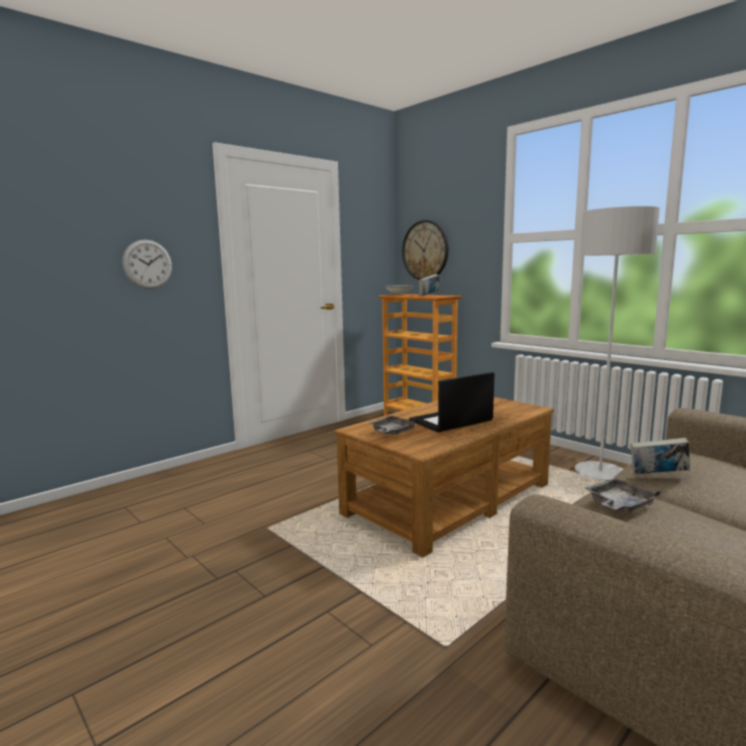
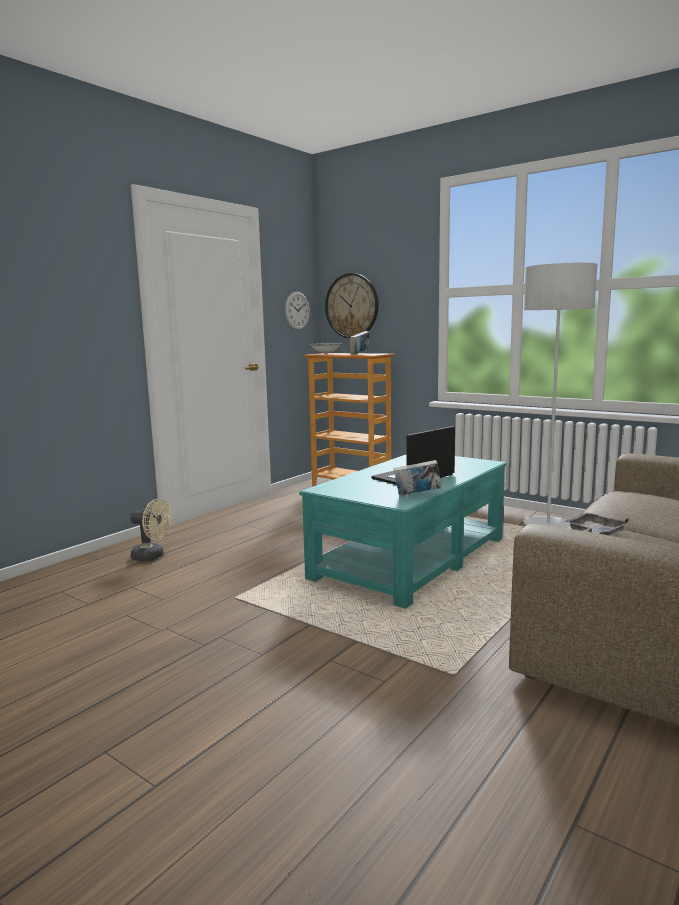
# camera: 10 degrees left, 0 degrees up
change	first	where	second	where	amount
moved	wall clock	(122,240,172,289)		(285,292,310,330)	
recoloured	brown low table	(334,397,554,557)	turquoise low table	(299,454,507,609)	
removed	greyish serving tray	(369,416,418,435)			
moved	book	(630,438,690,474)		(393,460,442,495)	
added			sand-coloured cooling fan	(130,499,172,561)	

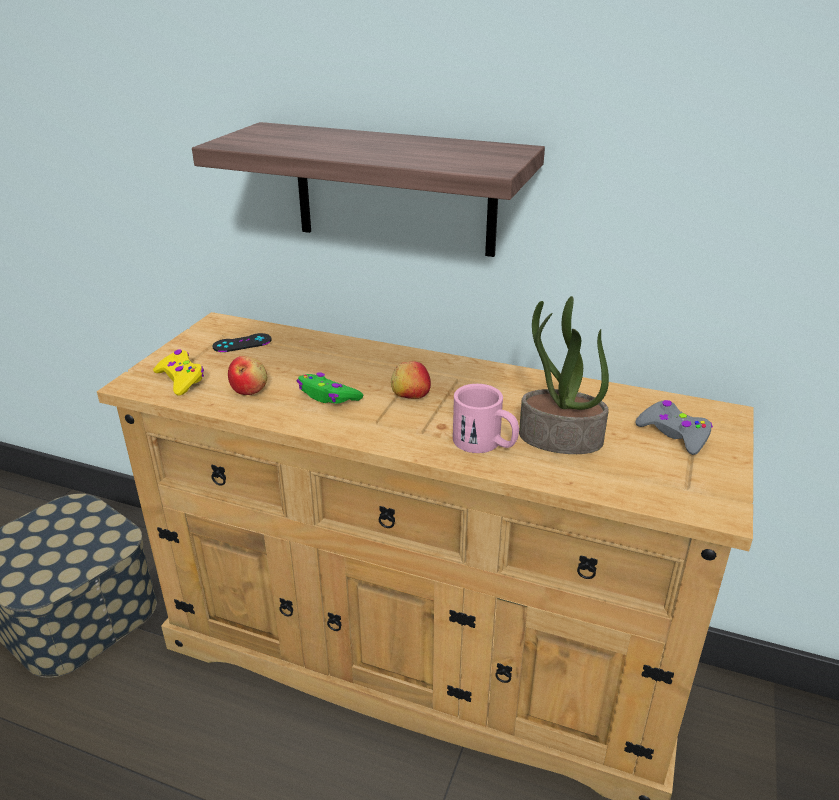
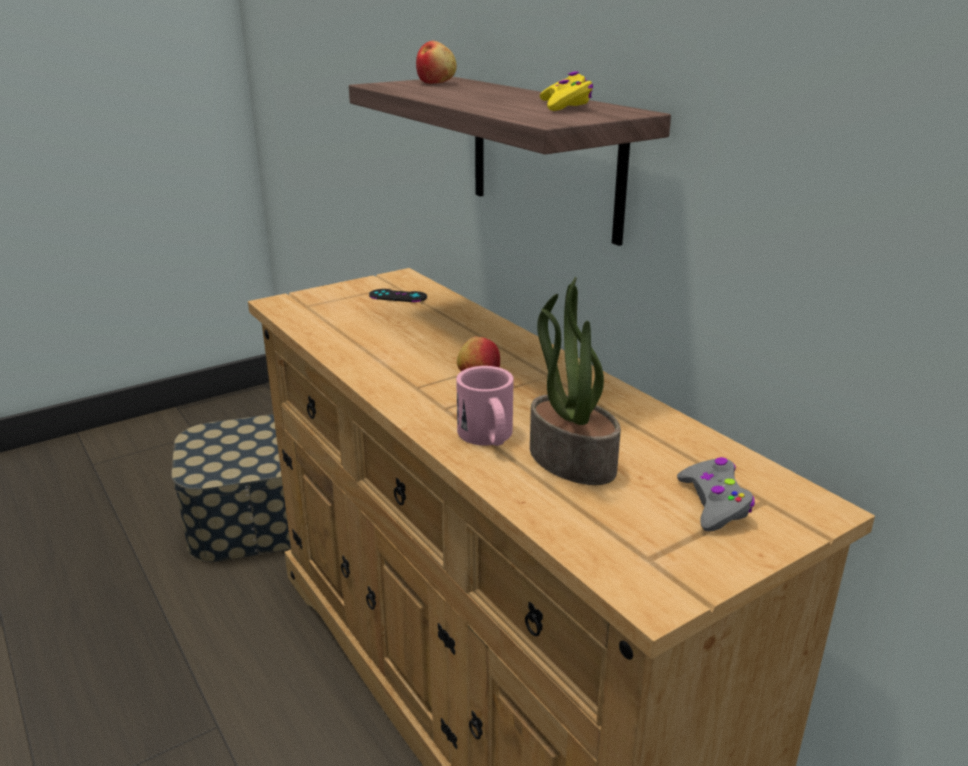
# camera: 35 degrees right, 5 degrees down
change	first	where	second	where	amount
moved	yellowish game controller	(153,349,204,396)		(539,71,593,111)	
moved	apple fruit	(228,356,267,395)		(416,41,457,84)	
removed	green game controller	(297,372,363,404)			

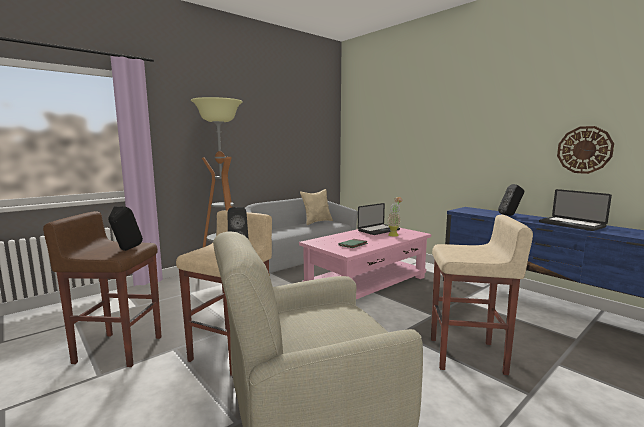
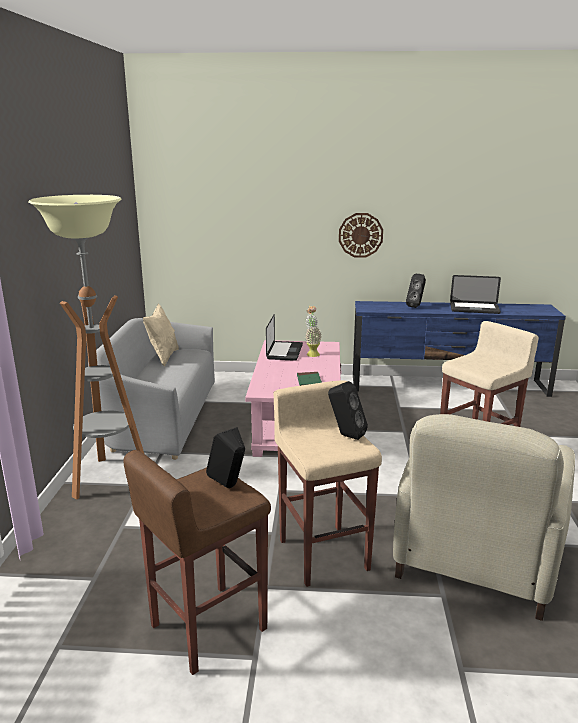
# camera: 45 degrees left, 10 degrees up
change	first	where	second	where	amount
moved	wall clock	(557,126,614,174)		(339,213,383,258)	

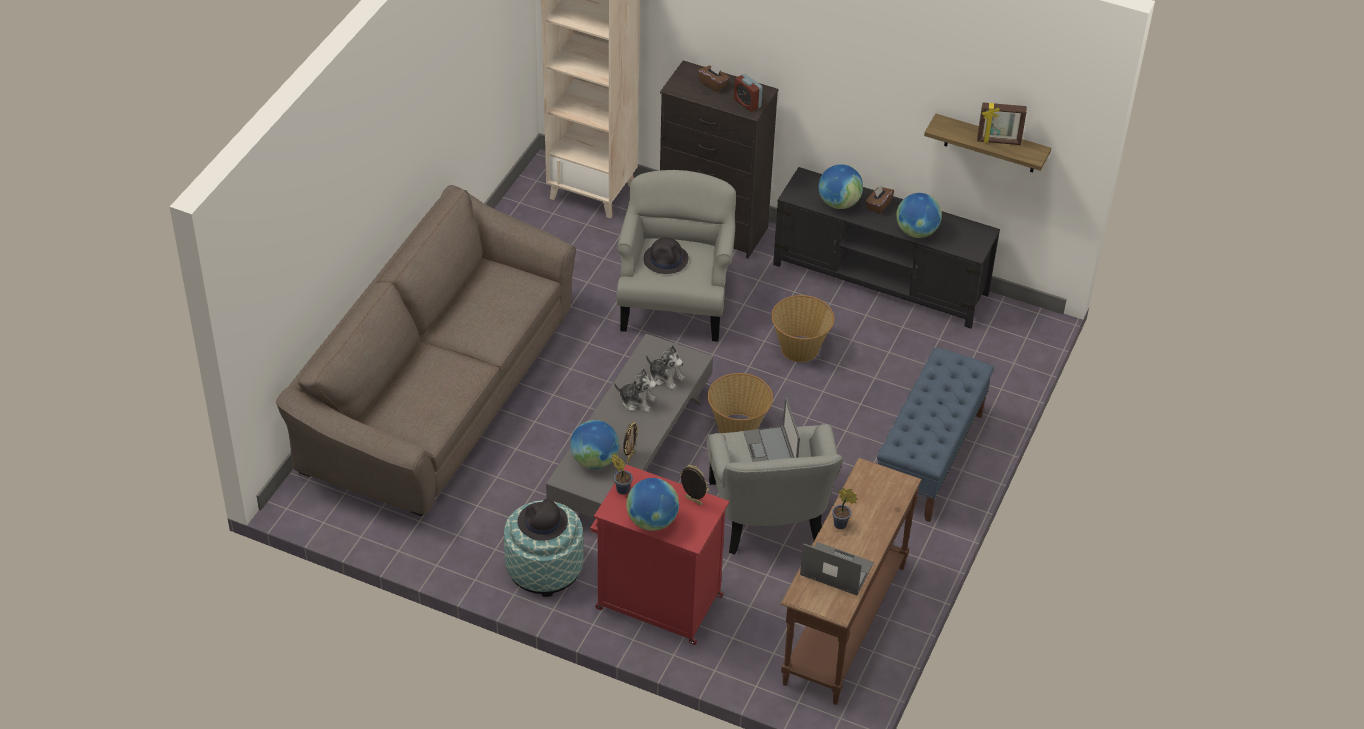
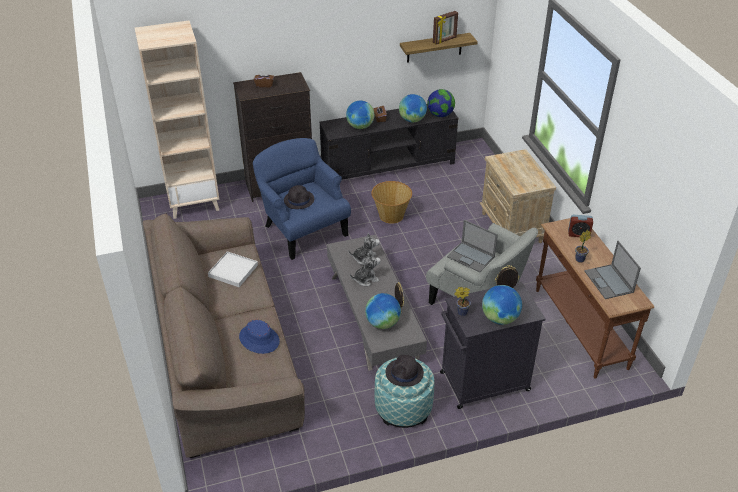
# camera: 40 degrees left, 5 degrees down
change	first	where	second	where	amount
recoloured	red-coloured storage cabinet	(591,464,729,645)	black storage cabinet	(440,282,546,409)	
recoloured	greyish easy chair	(616,170,736,342)	blue-coloured easy chair	(253,138,351,260)	
removed	basket	(708,373,773,433)			
moved	alarm clock	(734,74,763,112)		(568,215,593,237)	
turned	notebook computer	(800,542,874,595)		(584,241,641,299)	90 degrees counterclockwise
replaced	blue-coloured indoor bench	(877,348,994,522)	sand-coloured bedside table	(480,149,556,243)	
added			white-coloured serving tray	(208,251,258,287)	
added			blue-coloured clothing hat	(239,320,280,354)	
added			desk globe	(427,89,455,117)	

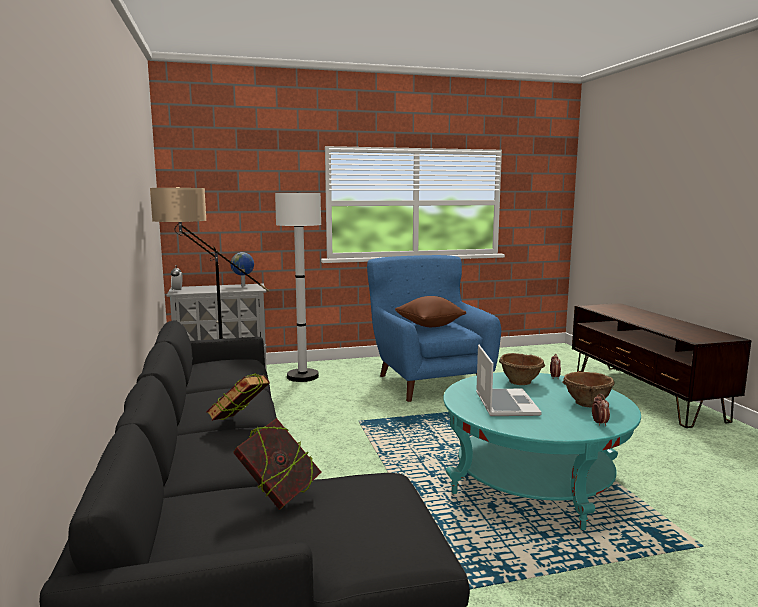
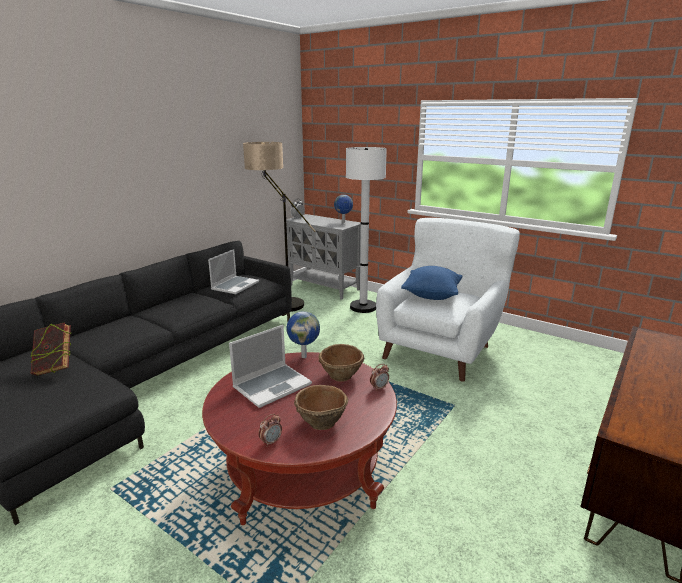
# camera: 50 degrees right, 10 degrees up
change	first	where	second	where	amount
removed	book	(206,373,270,421)			
recoloured	blue-coloured easy chair	(367,255,501,402)	white-coloured easy chair	(376,218,520,382)	
recoloured	brown pillow	(395,296,466,327)	blue-coloured pillow	(401,266,463,300)	
recoloured	turquoise low table	(443,372,641,530)	red-coloured low table	(202,352,397,525)	
added			notebook computer	(208,249,259,294)	
added			desk globe	(286,311,320,358)	

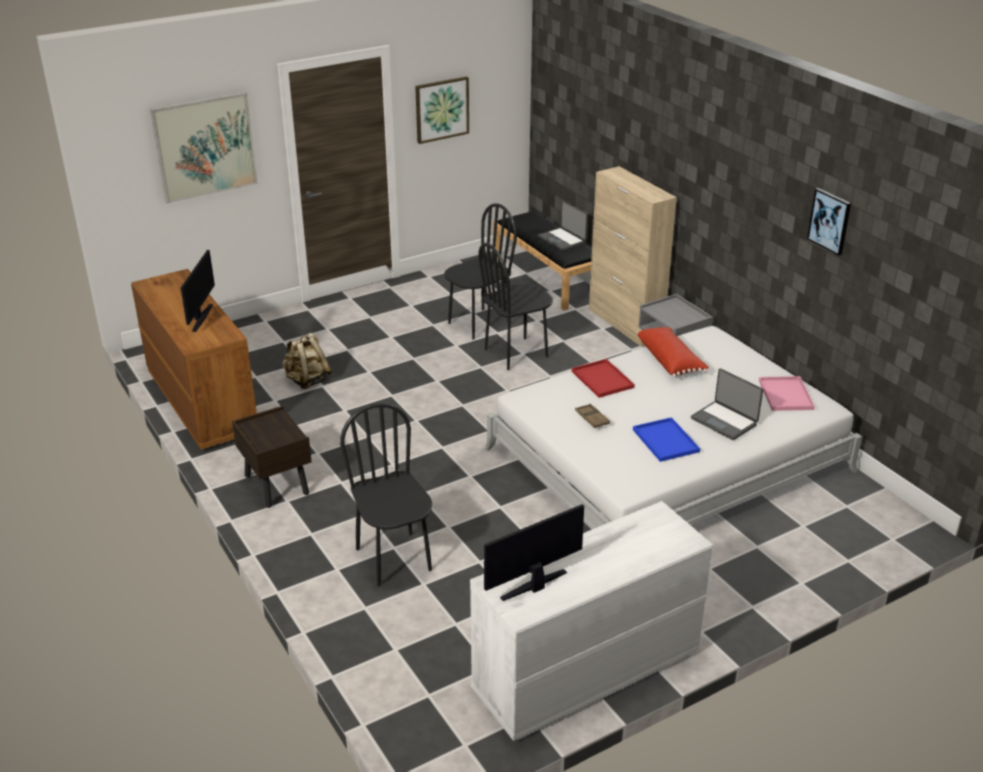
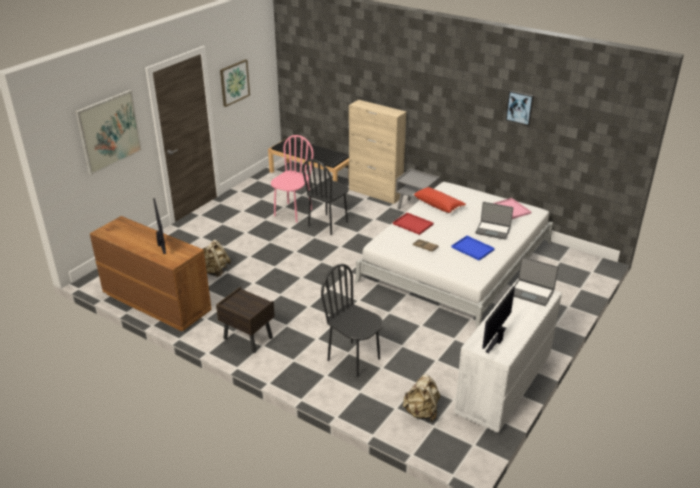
# camera: 25 degrees left, 0 degrees up
change	first	where	second	where	amount
recoloured	black chair	(444,203,517,340)	pinkish chair	(271,135,314,222)	
moved	notebook computer	(538,201,588,251)		(514,257,559,306)	
added			sand-coloured knapsack	(403,374,441,422)	

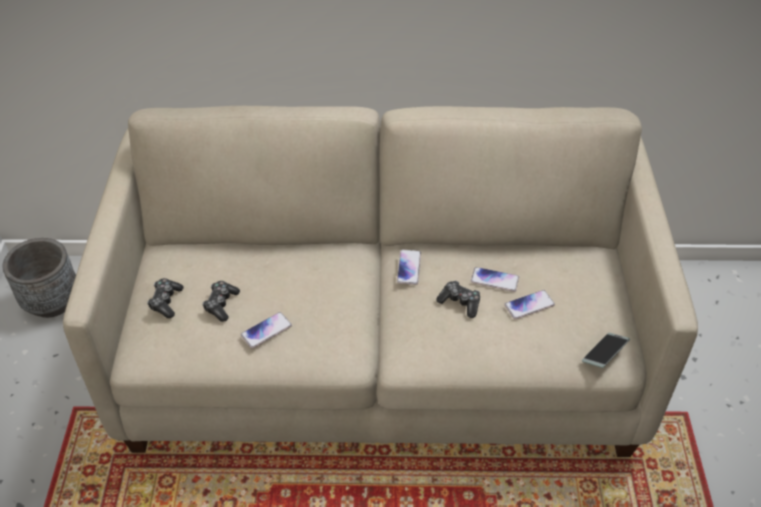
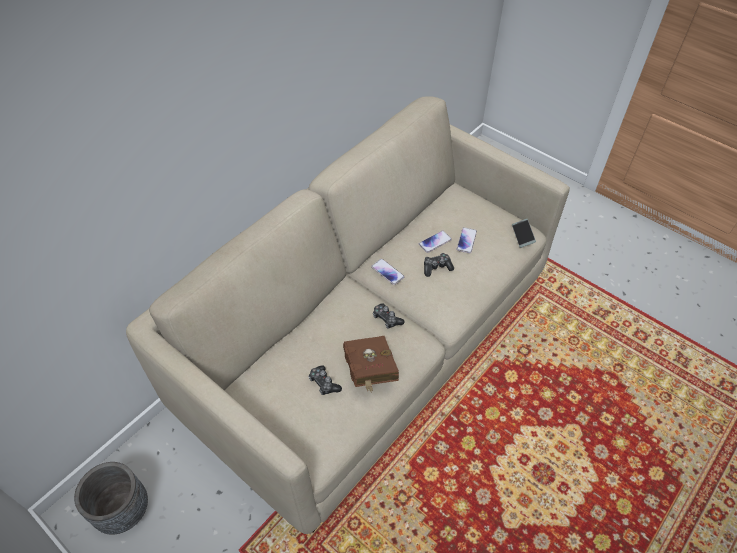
# camera: 50 degrees left, 5 degrees up
change	first	where	second	where	amount
moved	game controller	(147,278,183,318)		(373,304,404,329)	
replaced	telephone	(241,312,292,348)	brown book	(343,336,399,393)	

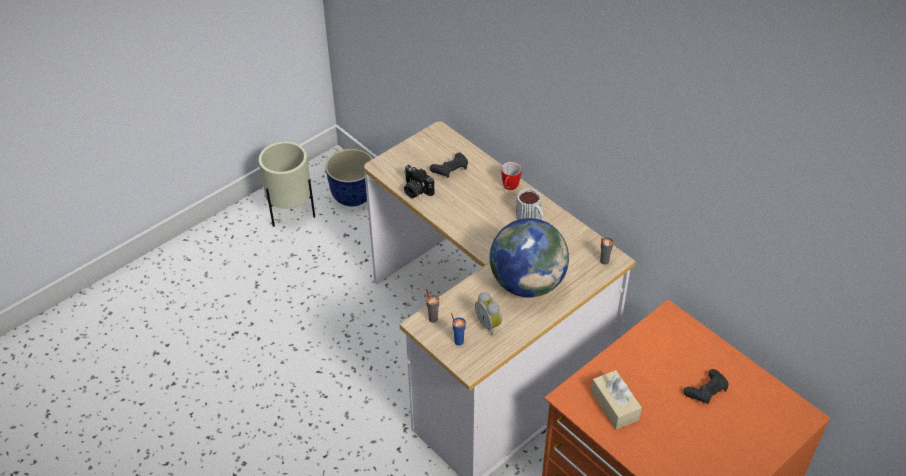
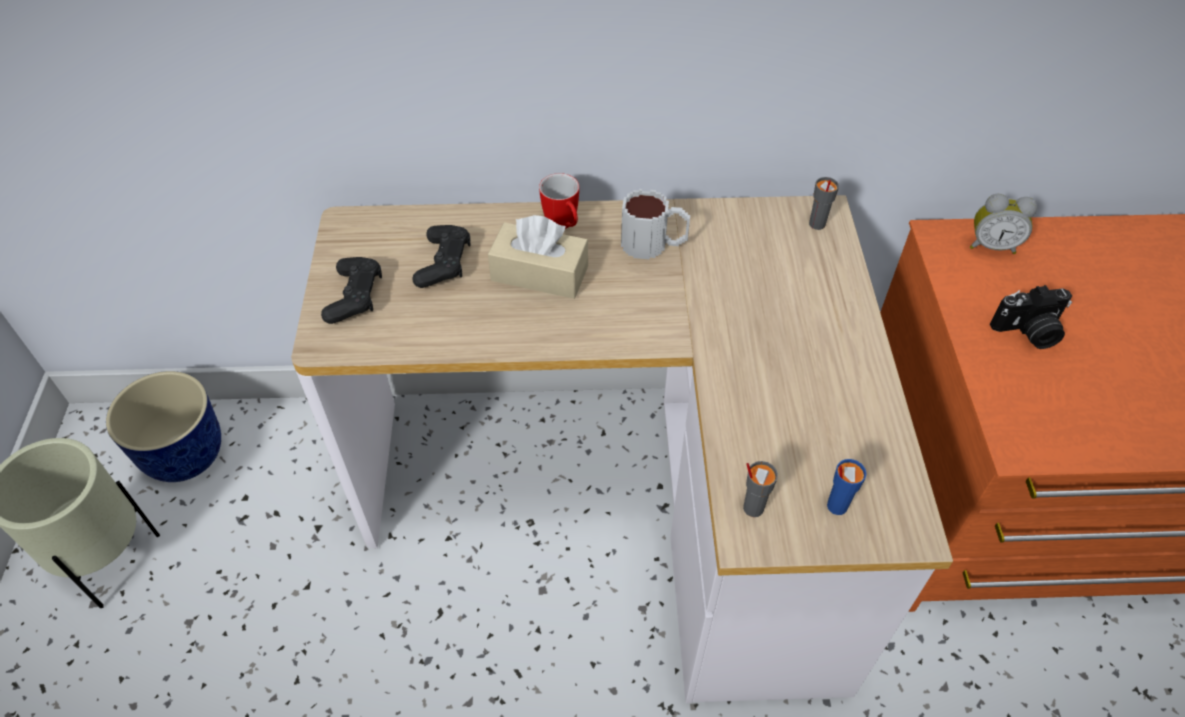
# camera: 50 degrees left, 5 degrees up
change	first	where	second	where	amount
moved	photo camera	(404,165,435,198)		(990,285,1072,349)	
moved	alarm clock	(475,292,502,335)		(970,194,1037,254)	
removed	desk globe	(490,218,569,297)			
moved	sand-coloured tissue box	(591,370,642,430)		(488,215,588,299)	
moved	black game controller	(683,369,729,404)		(321,257,382,324)	

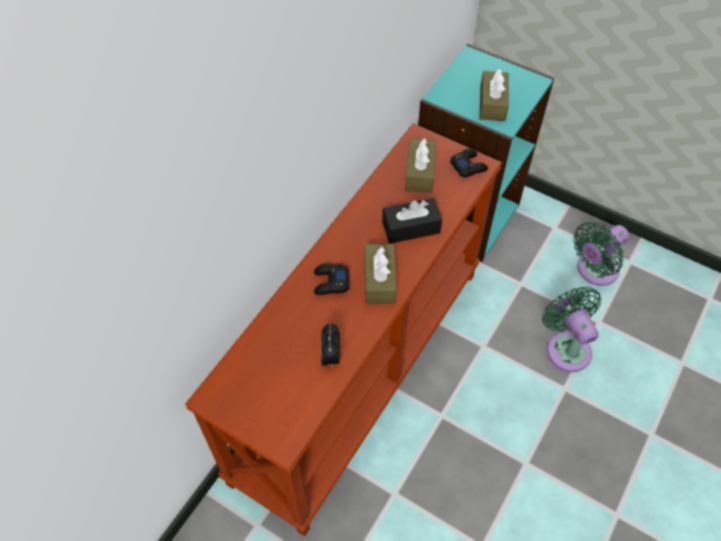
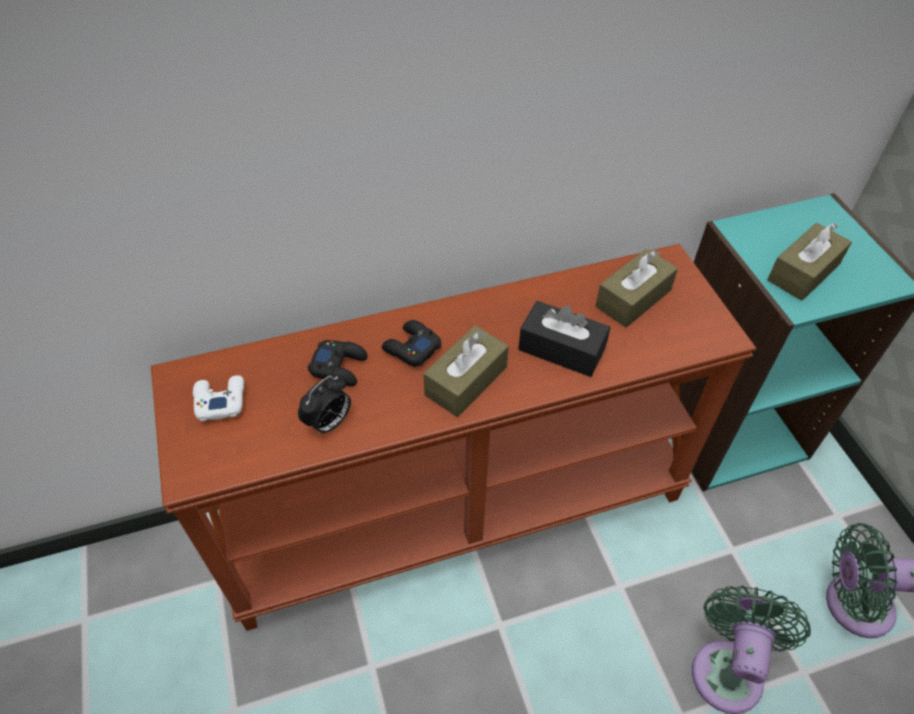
# camera: 40 degrees right, 5 degrees down
change	first	where	second	where	amount
moved	black game controller	(450,149,488,177)		(307,340,368,386)	
added			white-coloured game controller	(193,375,244,421)	

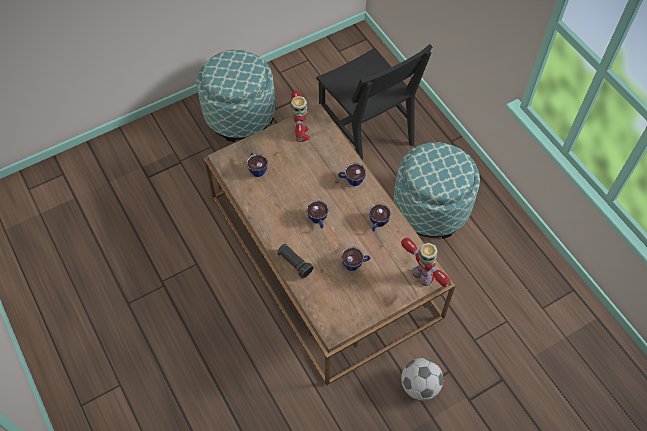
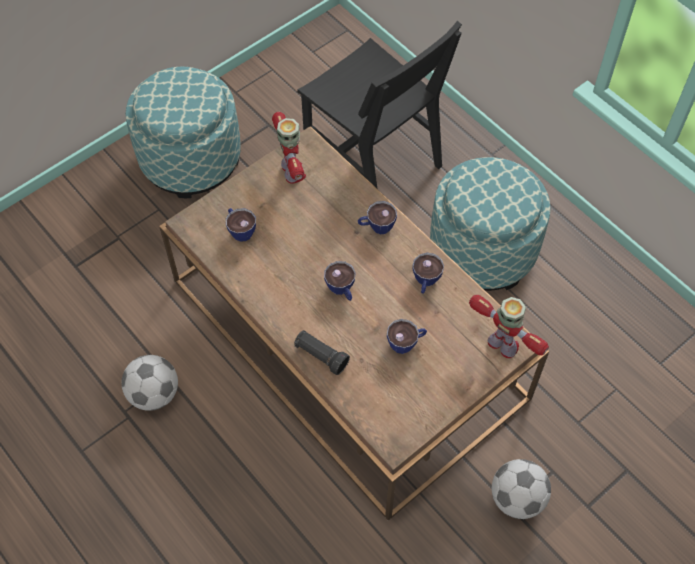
# camera: 10 degrees left, 0 degrees up
change	first	where	second	where	amount
added			football ball	(122,355,178,411)	

